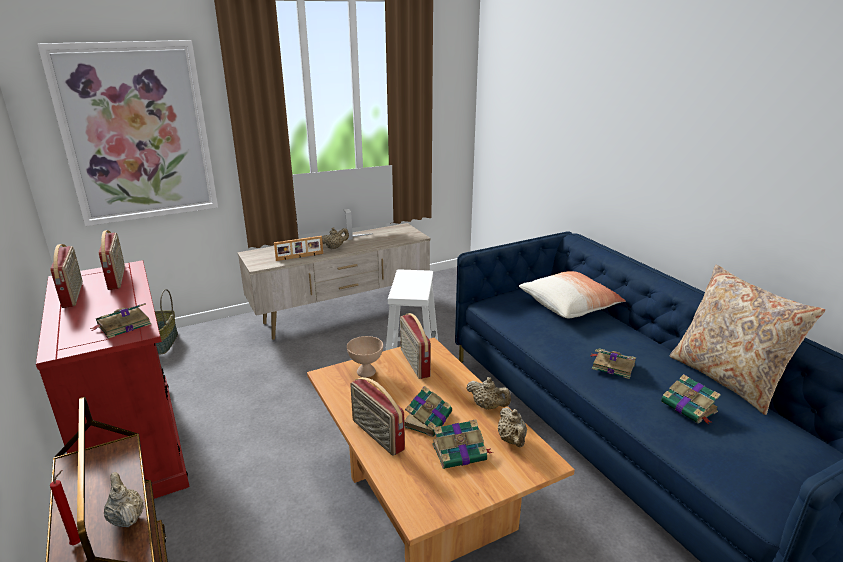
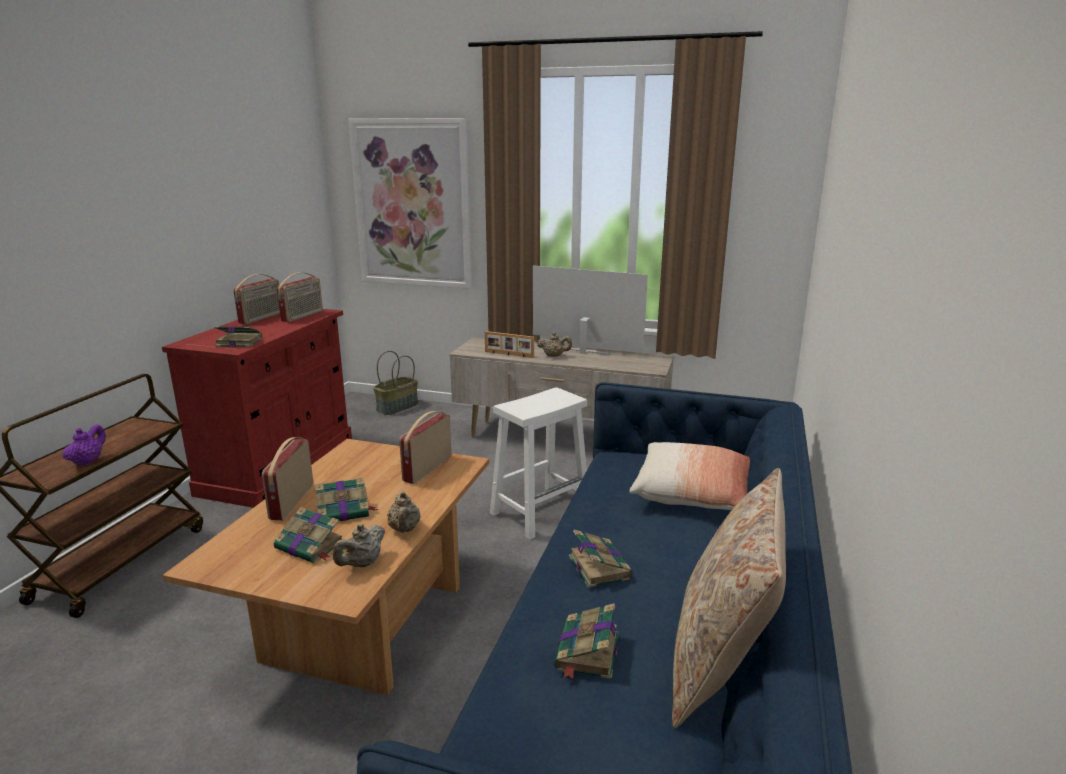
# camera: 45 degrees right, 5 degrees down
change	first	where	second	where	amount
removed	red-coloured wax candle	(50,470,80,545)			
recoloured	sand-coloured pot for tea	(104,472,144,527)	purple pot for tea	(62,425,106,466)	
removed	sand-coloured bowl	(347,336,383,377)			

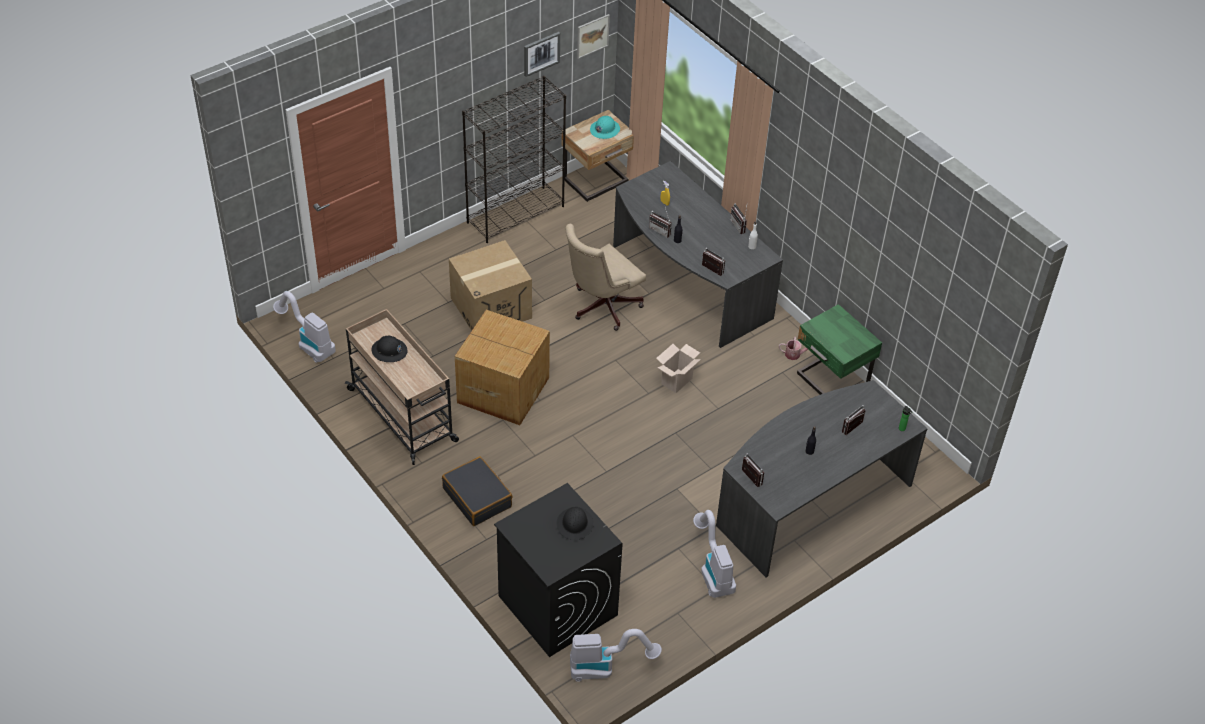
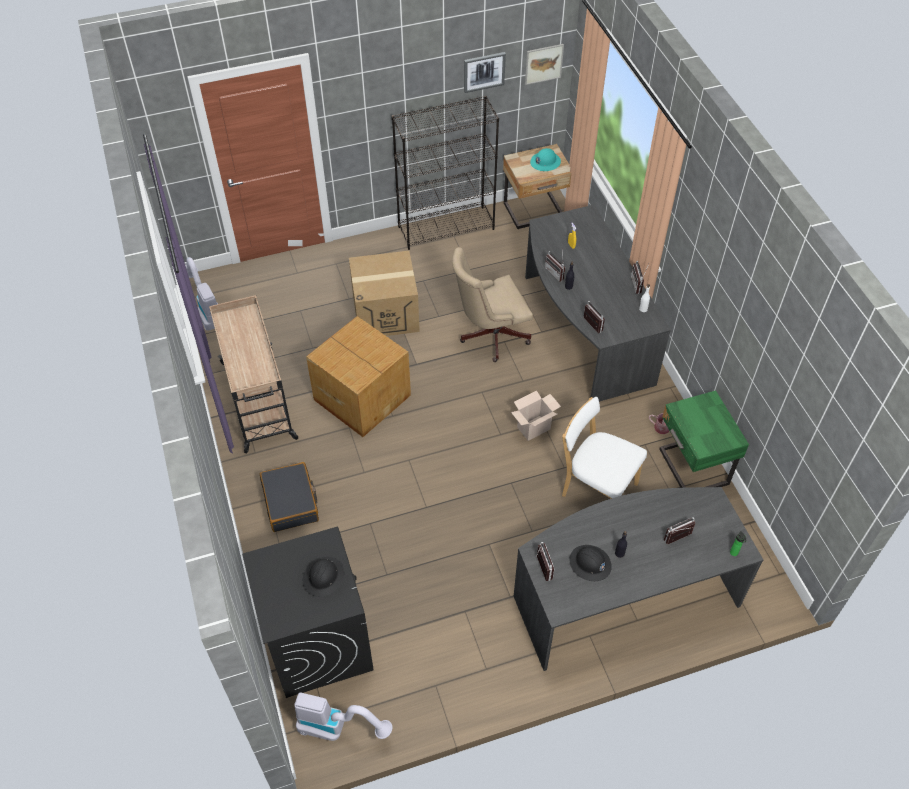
# camera: 20 degrees right, 5 degrees up
change	first	where	second	where	amount
moved	black safety helmet	(371,336,408,362)		(569,545,612,581)	
removed	vacuum cleaner	(693,510,736,598)			
added			white-coloured chair	(562,397,647,499)	

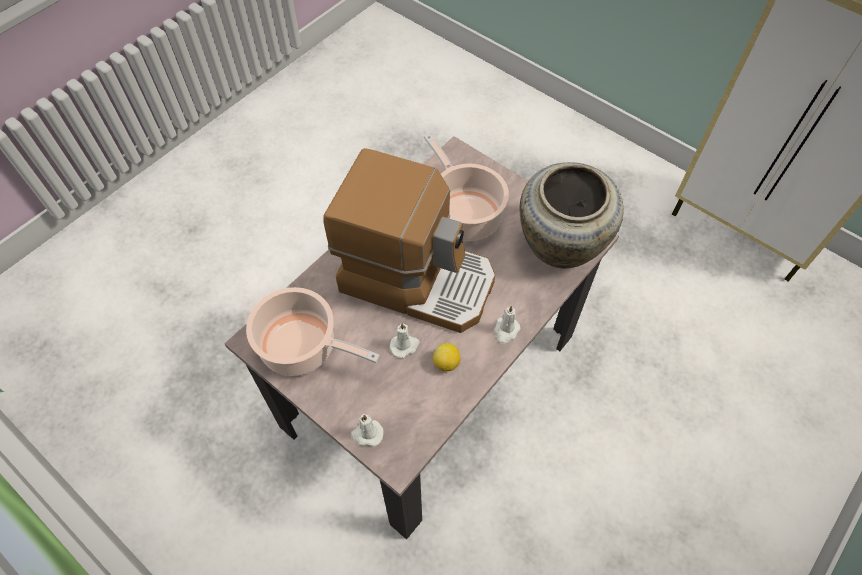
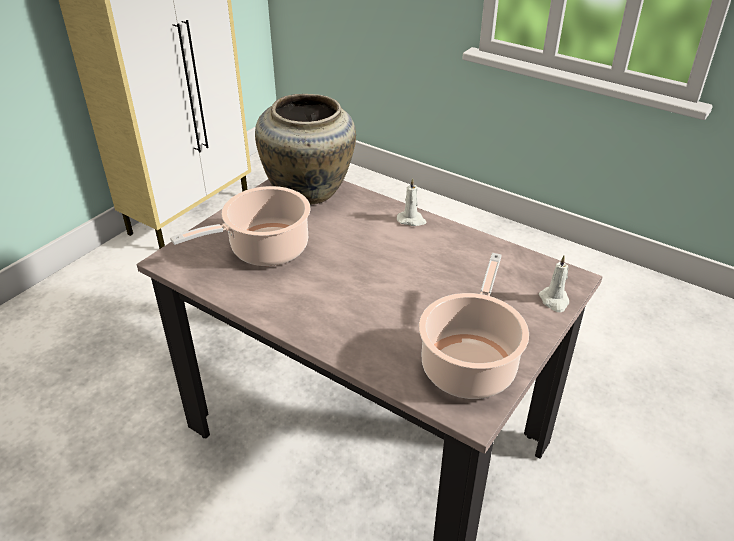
# camera: 95 degrees left, 20 degrees down
change	first	where	second	where	amount
removed	coffee brewer	(324,148,495,333)			
removed	white-coloured wax candle	(390,323,420,358)			
removed	lemon	(433,343,460,371)			

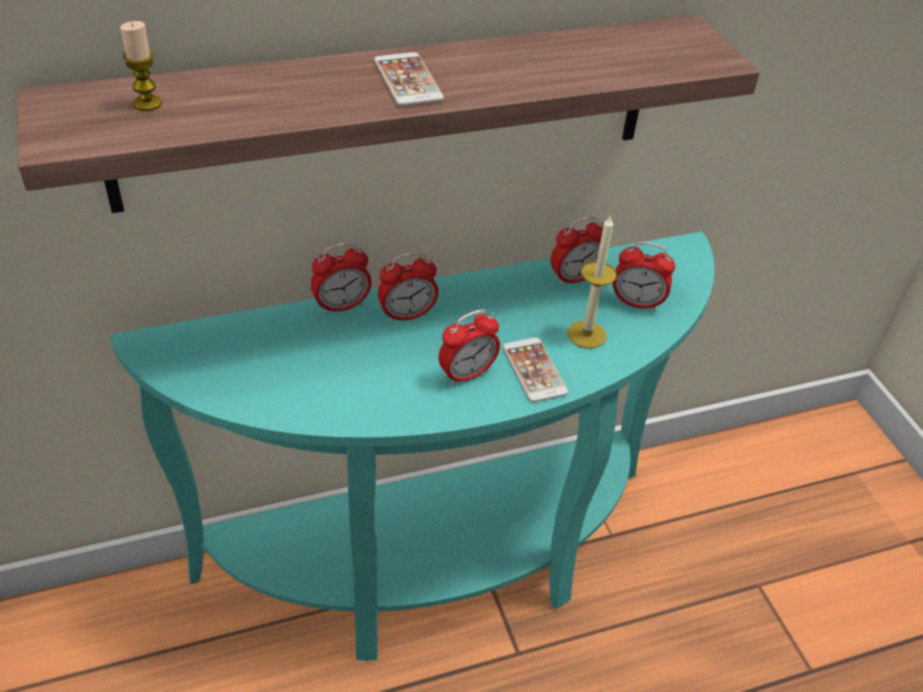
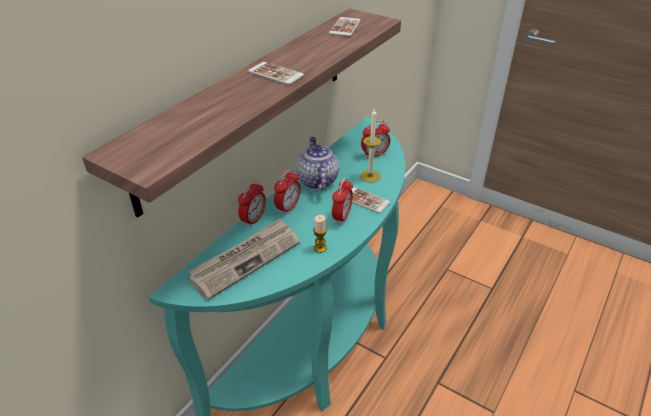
# camera: 35 degrees left, 5 degrees down
change	first	where	second	where	amount
moved	wax candle	(120,21,162,111)		(313,215,327,253)	
removed	alarm clock	(551,217,604,286)			
added			daily paper	(188,218,300,300)	
added			pot for tea	(296,137,339,191)	
added			telephone	(329,17,361,37)	

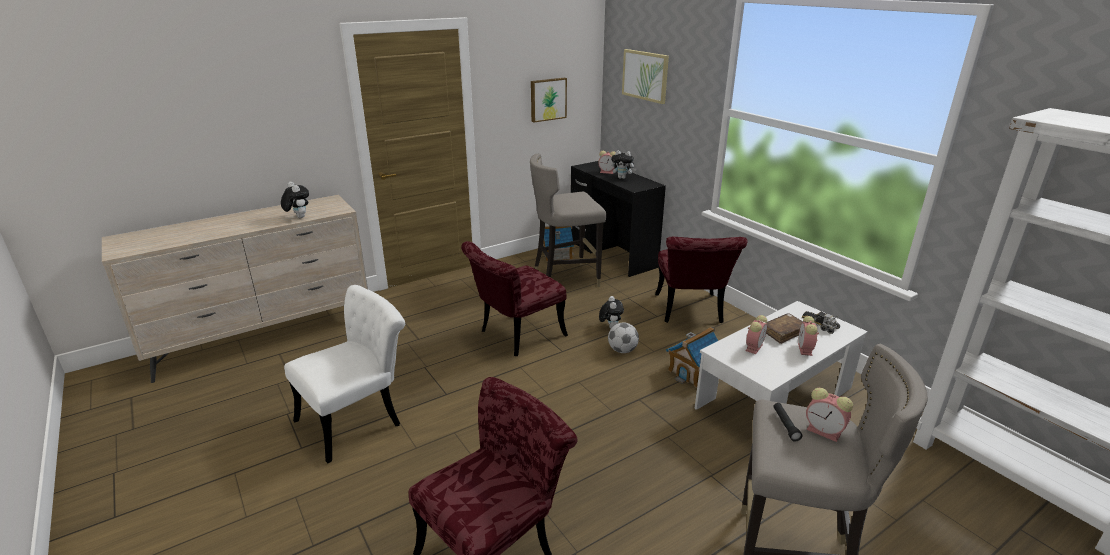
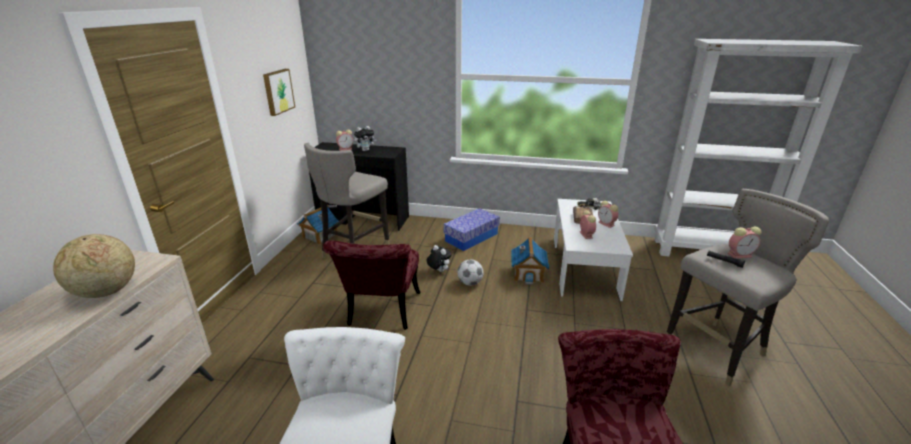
# camera: 45 degrees left, 0 degrees up
change	first	where	second	where	amount
replaced	cuddly toy	(281,182,309,218)	desk globe	(53,234,135,298)	
removed	wall art	(622,49,669,104)			
replaced	red-coloured chair	(655,237,747,323)	storage bin	(443,208,500,251)	

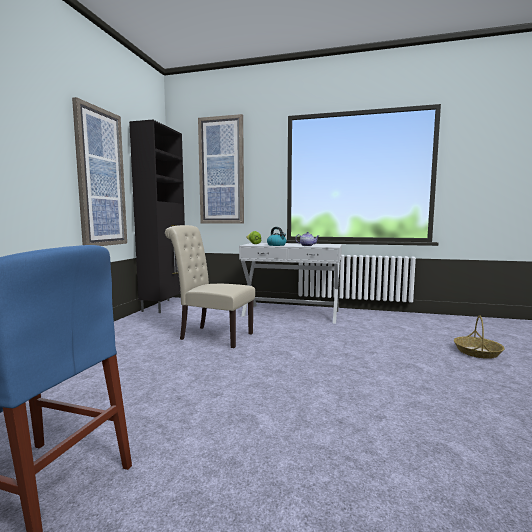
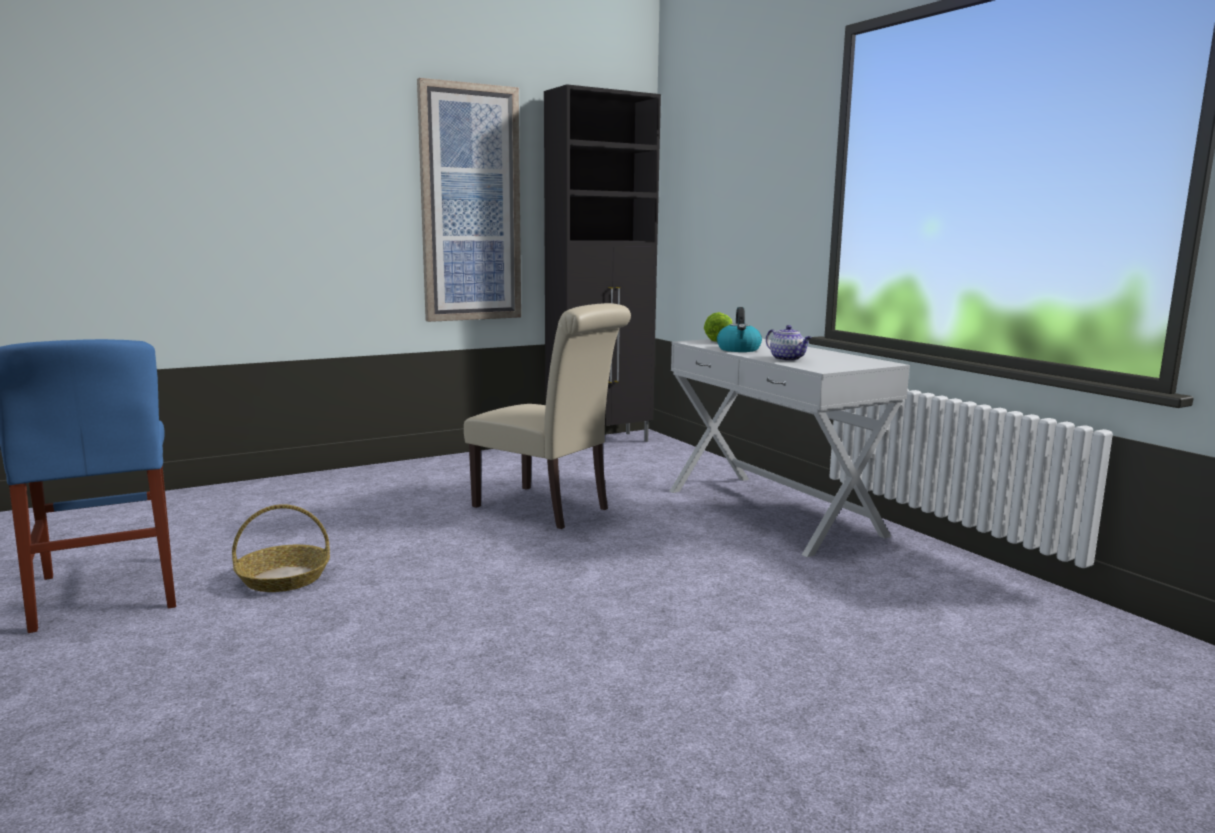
# camera: 45 degrees right, 5 degrees up
change	first	where	second	where	amount
turned	sand-coloured chair	(165,225,255,348)		(464,303,631,529)	150 degrees clockwise
removed	wall art	(198,114,244,224)			
moved	basket	(454,316,505,359)		(232,504,330,592)	

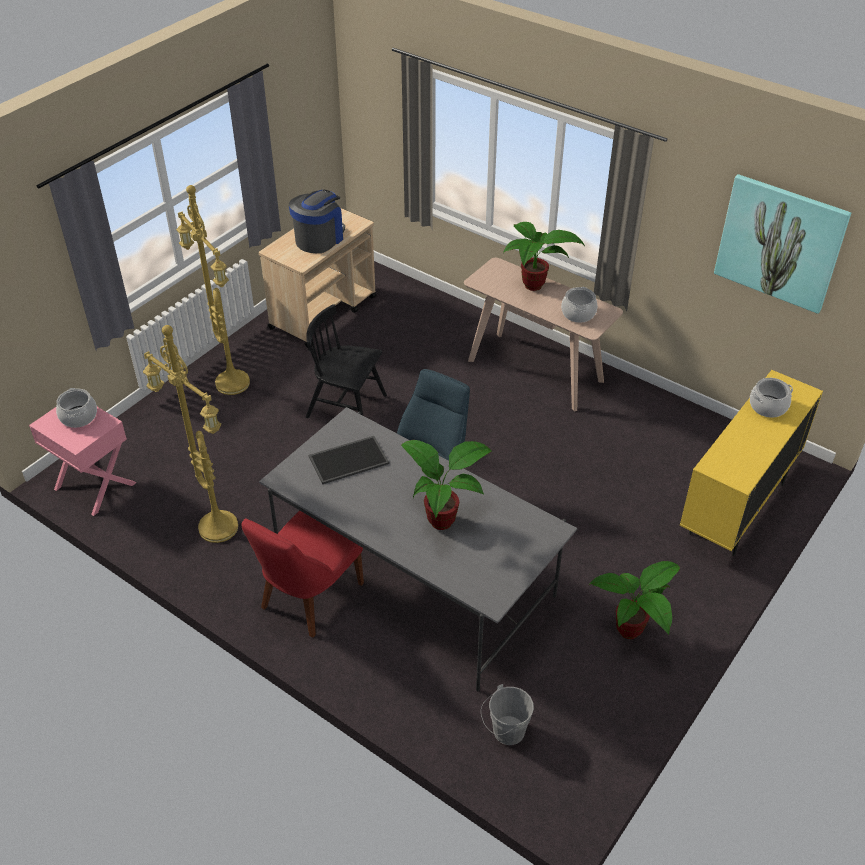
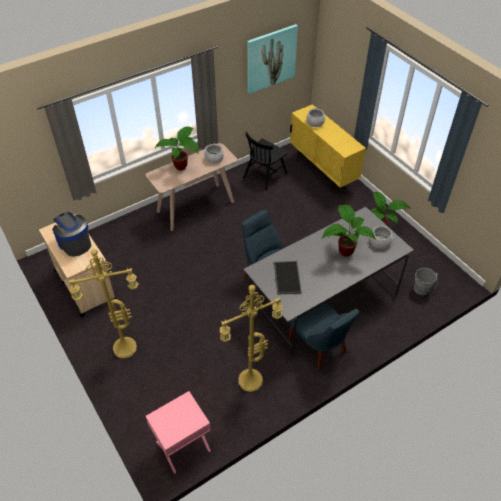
# camera: 70 degrees left, 5 degrees up
change	first	where	second	where	amount
moved	saucepot	(56,388,97,428)		(370,225,395,249)	
recoloured	red-coloured chair	(241,511,364,638)	blue-coloured chair	(289,302,359,371)	
moved	black chair	(306,304,387,418)		(243,132,288,191)	

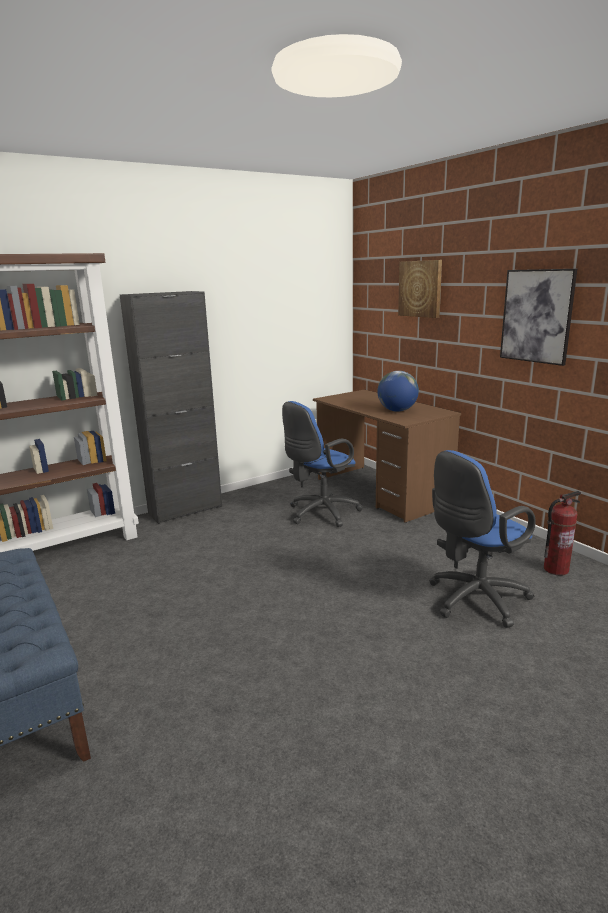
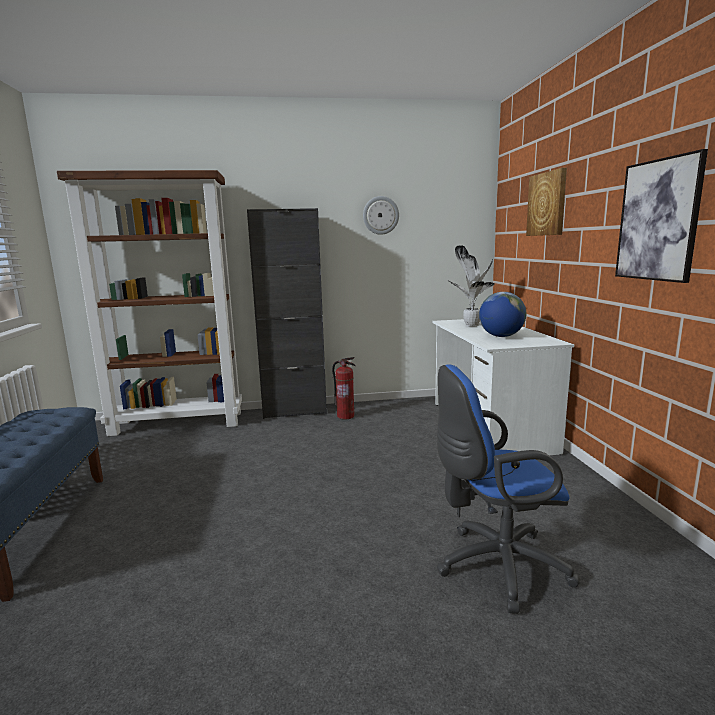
# camera: 25 degrees right, 5 degrees down
change	first	where	second	where	amount
removed	blue-coloured office chair	(282,401,363,527)			
recoloured	brown desk	(313,390,461,523)	white-coloured desk	(432,319,574,456)	
moved	fire extinguisher	(544,491,581,576)		(332,357,356,419)	
added			wall clock	(363,196,399,235)	
added			plant in a pot	(448,245,495,327)	

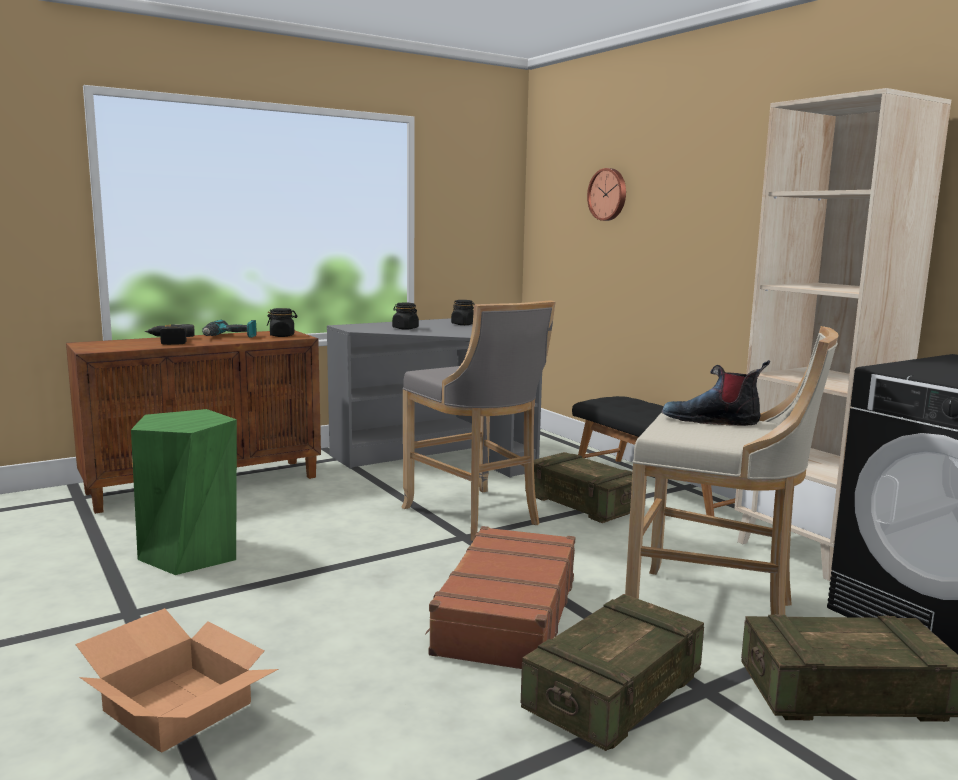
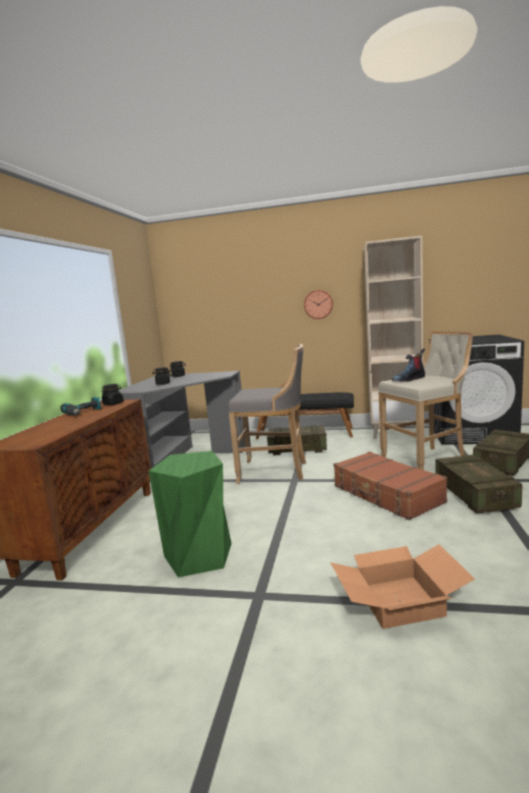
# camera: 45 degrees left, 0 degrees up
change	first	where	second	where	amount
removed	power drill	(145,324,195,345)			
moved	wall clock	(587,168,626,221)		(304,290,333,319)	

